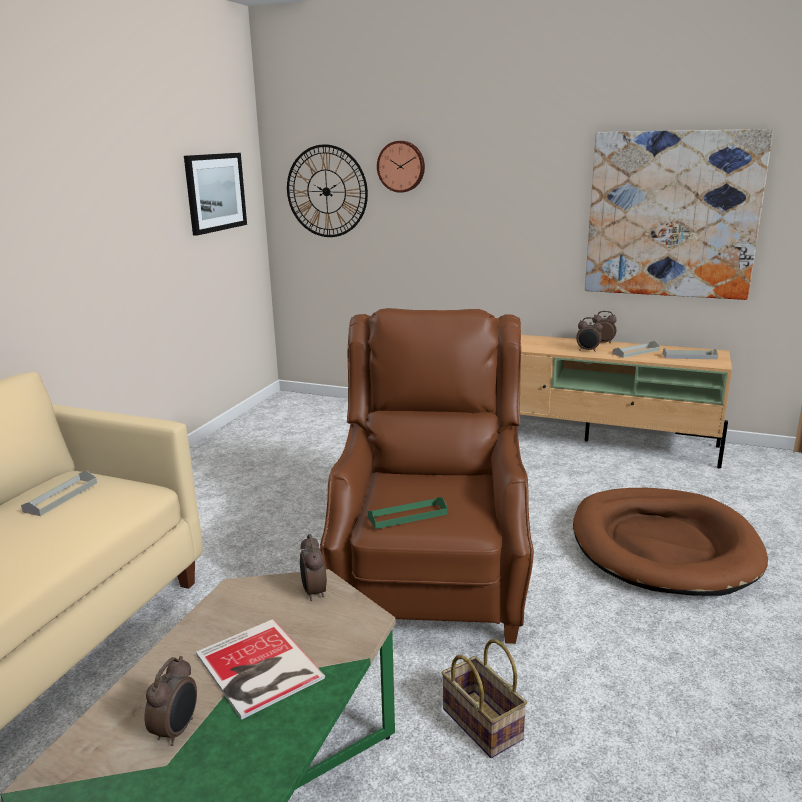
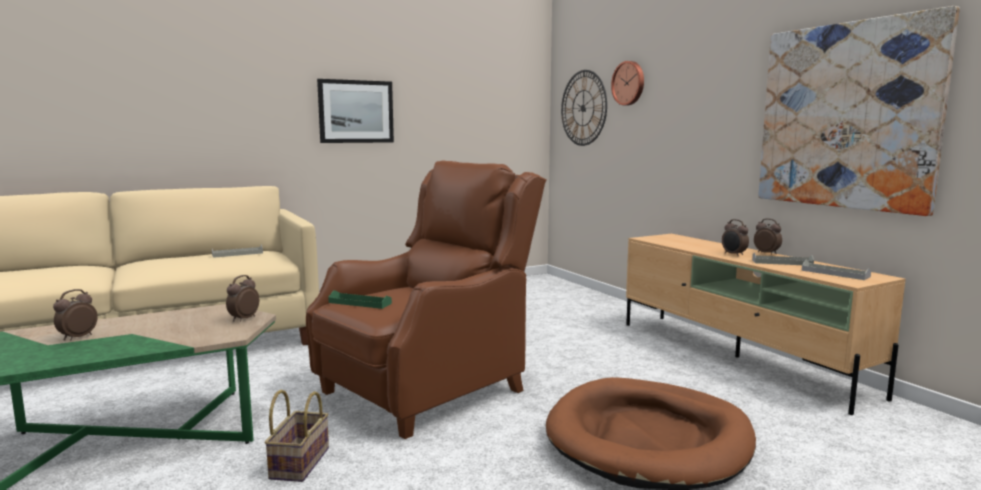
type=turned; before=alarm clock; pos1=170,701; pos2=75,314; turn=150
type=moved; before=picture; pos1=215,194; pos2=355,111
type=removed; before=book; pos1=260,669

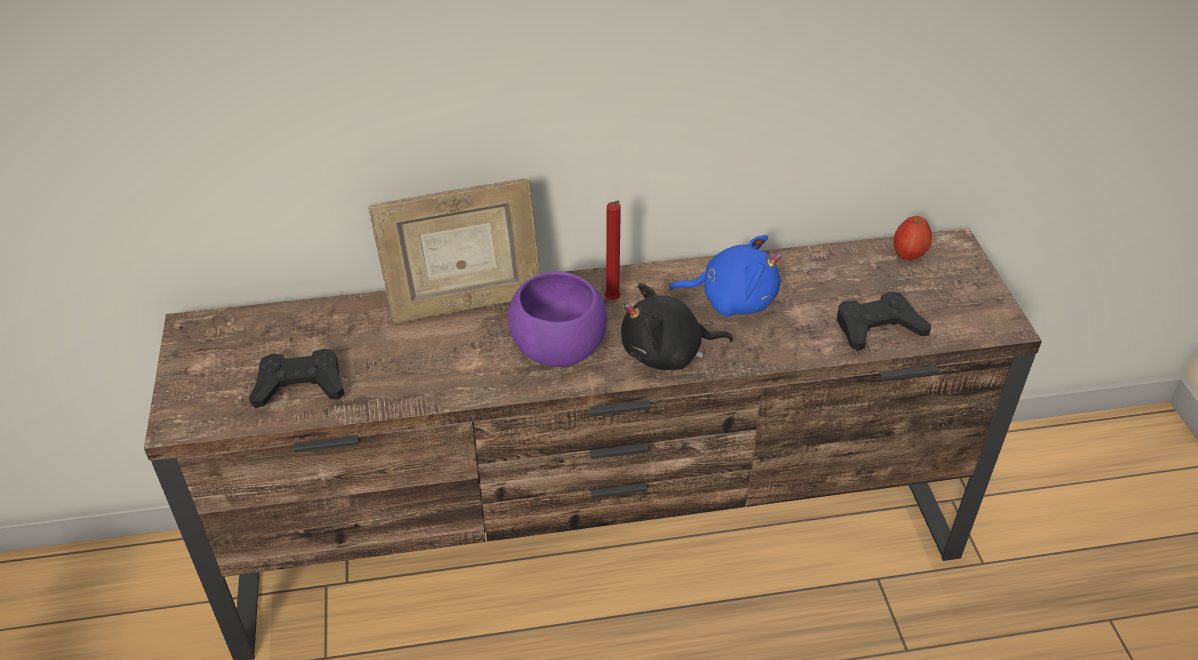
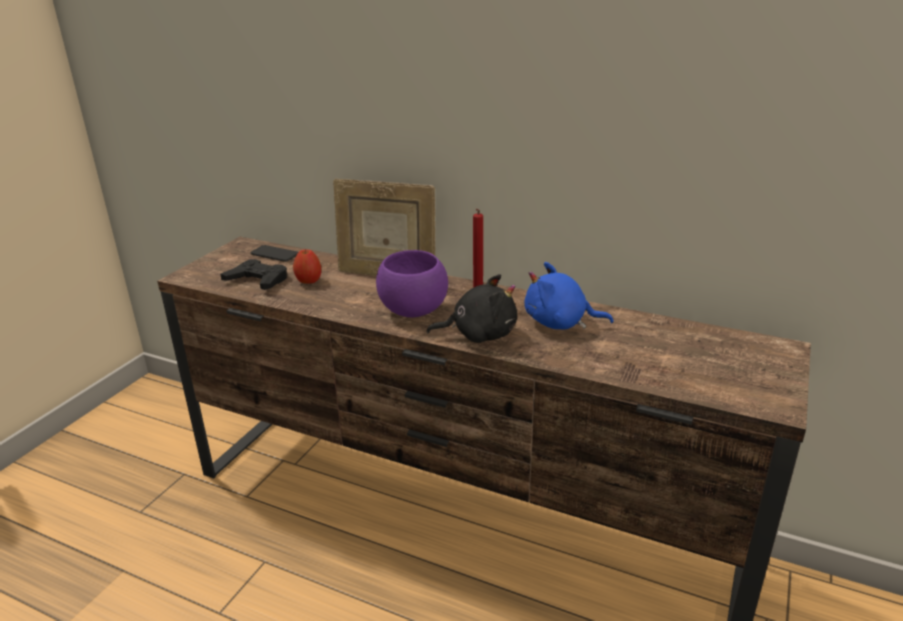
type=added; after=phone; pos2=274,253
type=moved; before=apple; pos1=913,238; pos2=307,266
type=turned; before=black plush toy; pos1=677,326; pos2=472,308; turn=150
type=turned; before=blue plush toy; pos1=725,275; pos2=568,295; turn=150
type=removed; before=black game controller; pos1=884,321

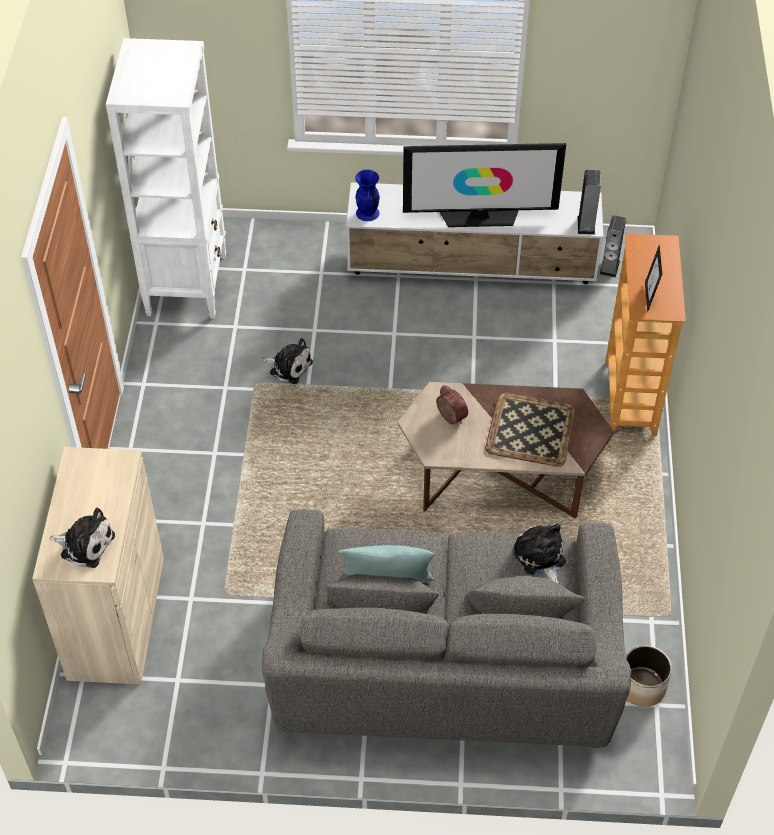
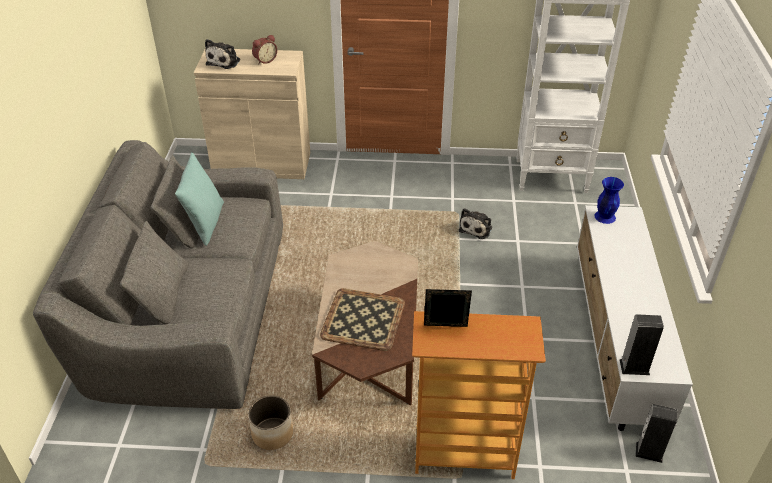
type=moved; before=planter; pos1=649,676; pos2=270,422
type=moved; before=alarm clock; pos1=452,405; pos2=264,49
type=removed; before=television; pos1=484,185
type=removed; before=plush toy; pos1=540,554

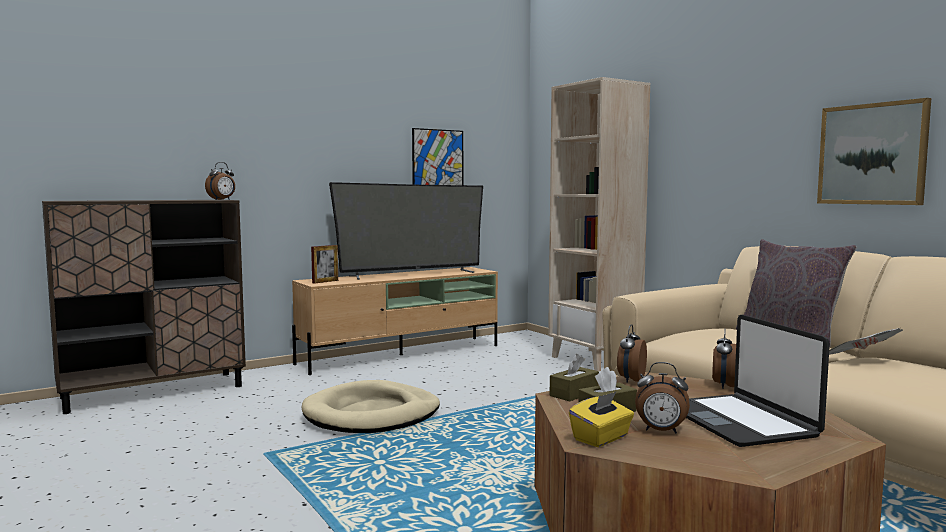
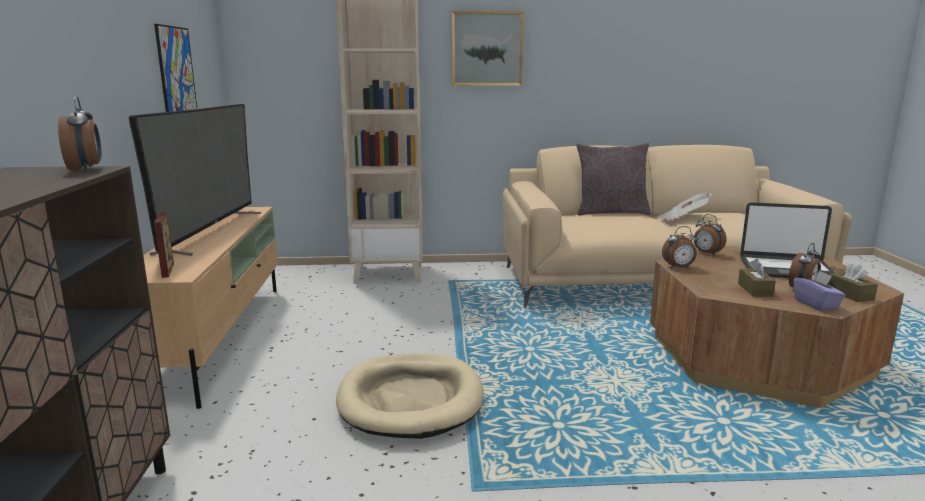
type=moved; before=picture; pos1=874,151; pos2=487,48
type=turned; before=alarm clock; pos1=632,353; pos2=680,247; turn=-60
type=recoloured; before=yellow tissue box; after=purple tissue box; pos1=601,419; pos2=819,291
type=moved; before=brown tissue box; pos1=574,377; pos2=852,282

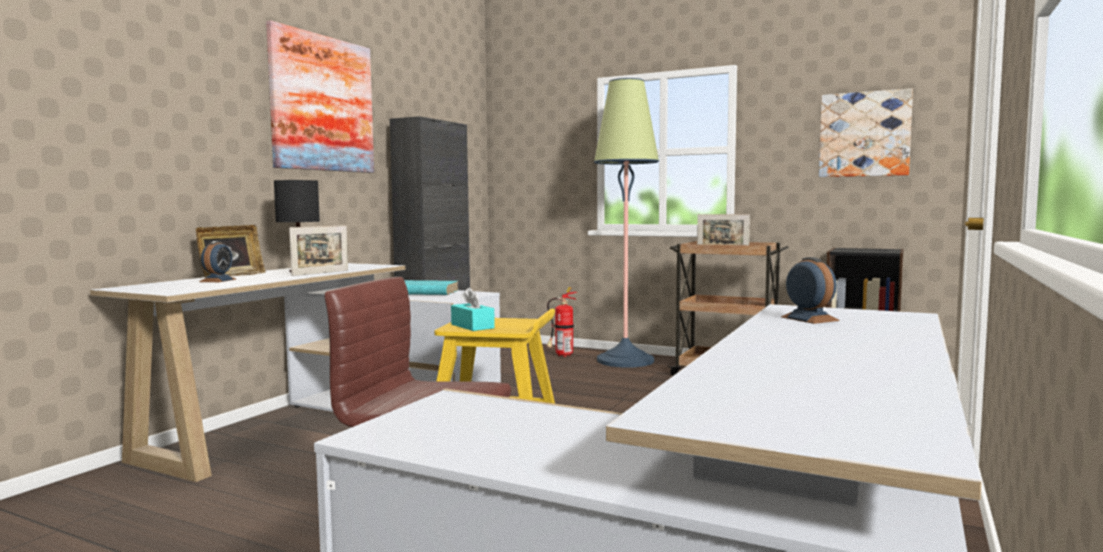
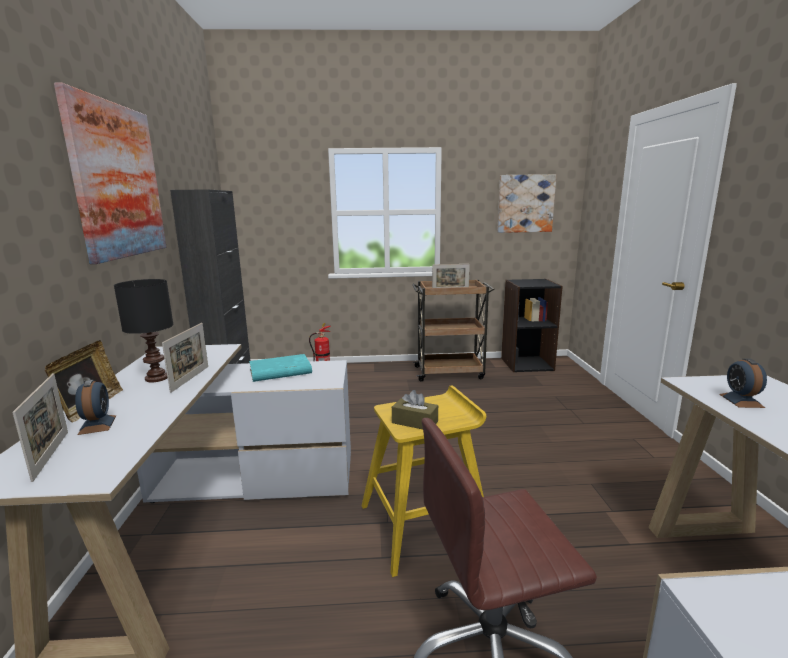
type=added; after=picture frame; pos2=40,427
type=recoloured; before=turquoise tissue box; after=brown tissue box; pos1=473,309; pos2=415,409
type=turned; before=alarm clock; pos1=810,290; pos2=743,383; turn=-120
type=removed; before=floor lamp; pos1=626,222

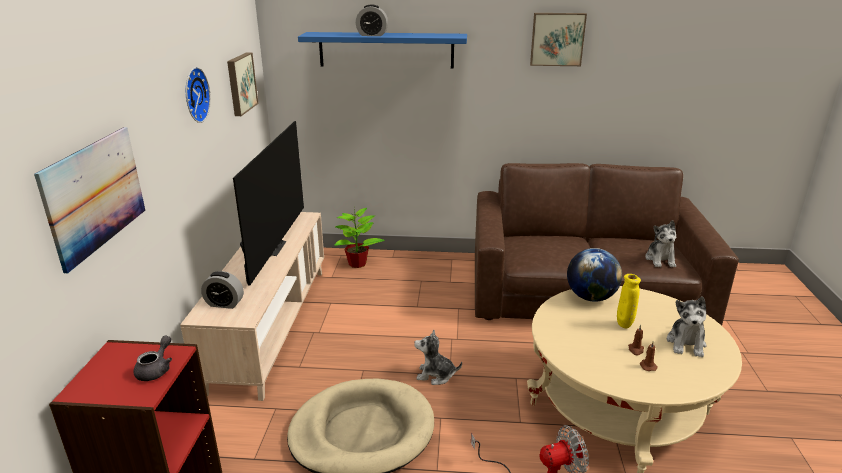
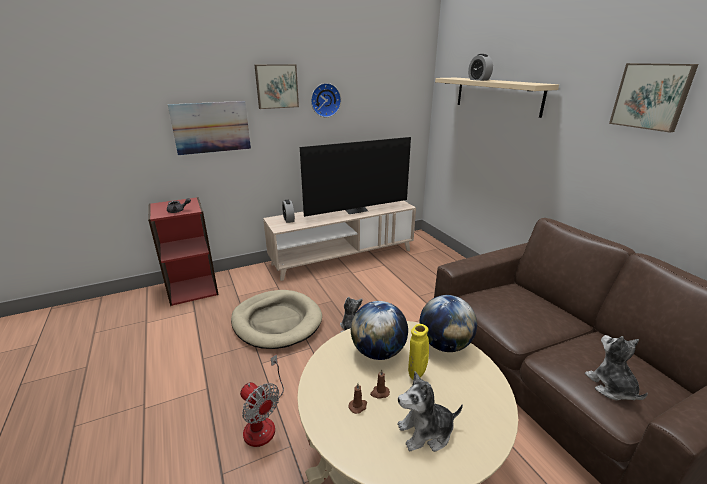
type=moved; before=picture; pos1=243,84; pos2=277,86
type=added; after=globe; pos2=379,330
type=recoloured; before=blue shelf; after=beige shelf; pos1=382,50; pos2=497,98
type=turned; before=plush toy; pos1=660,243; pos2=616,367; turn=105
type=removed; before=potted plant; pos1=359,238

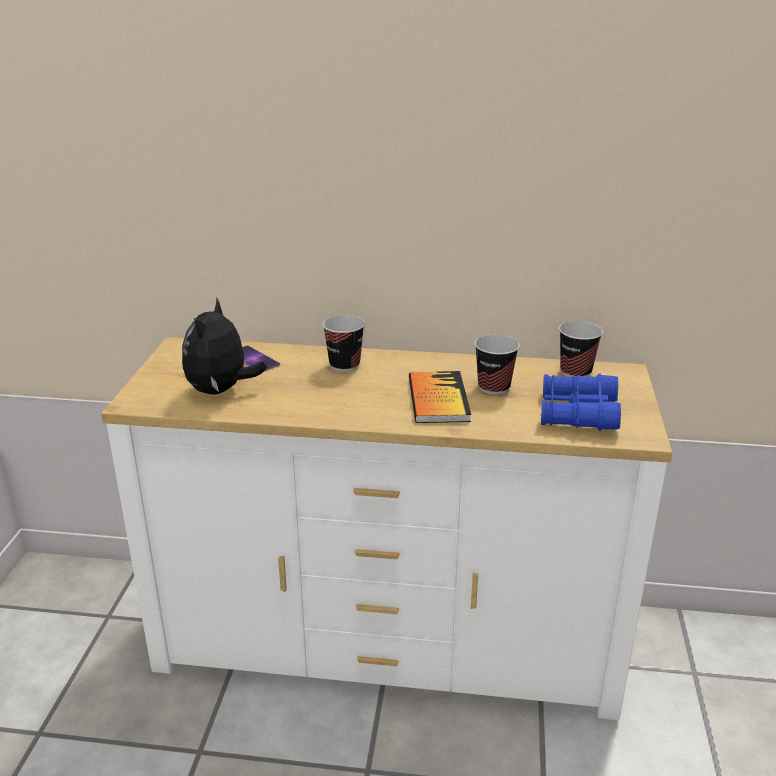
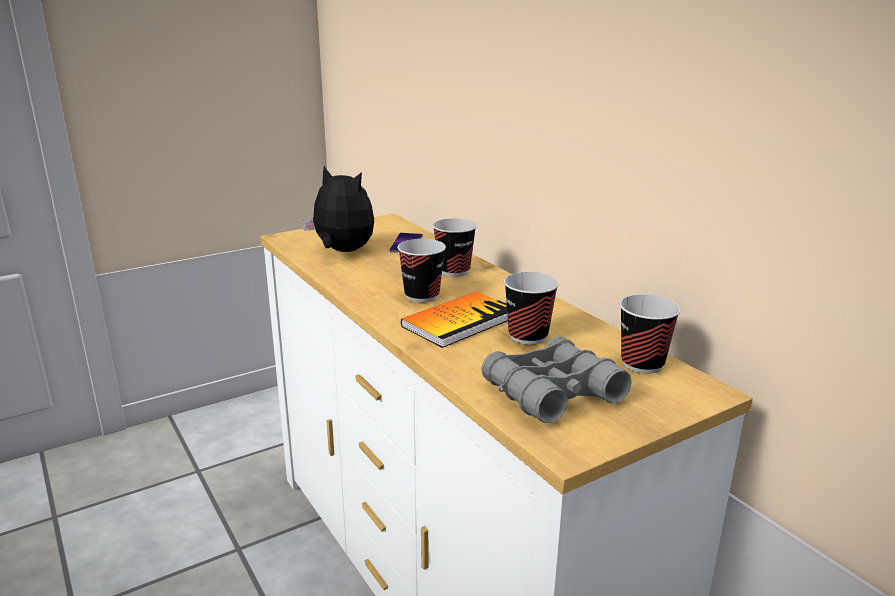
type=turned; before=plush toy; pos1=224,346; pos2=338,209; turn=60
type=added; after=cup; pos2=422,271
type=recoloured; before=blue binoculars; after=grey binoculars; pos1=581,402; pos2=556,379

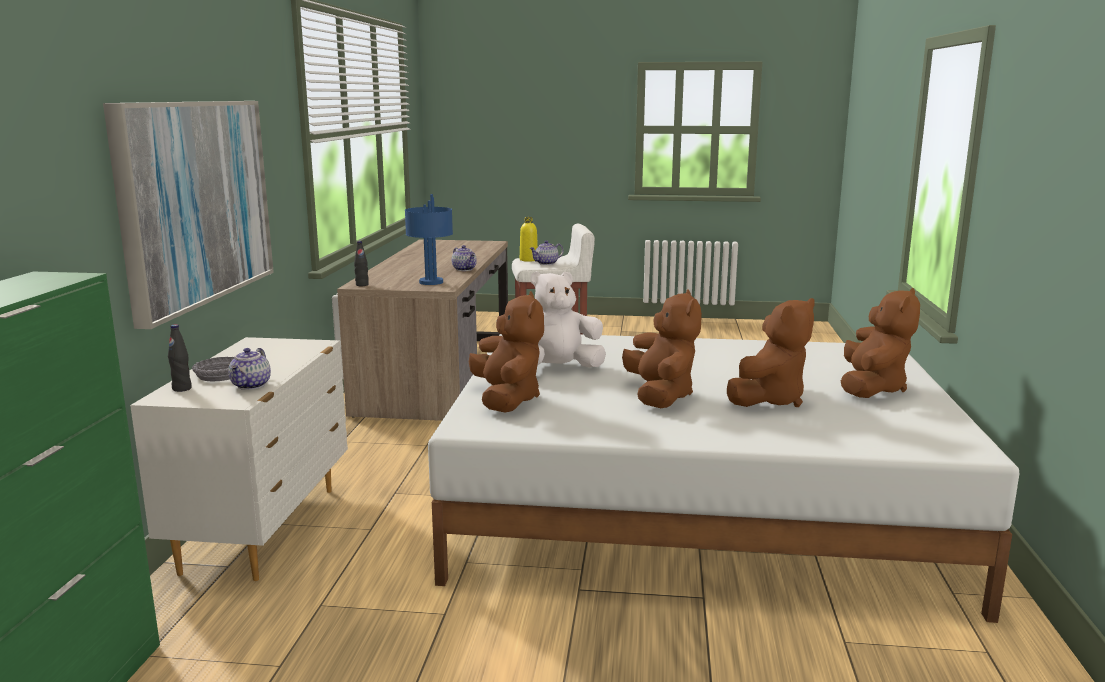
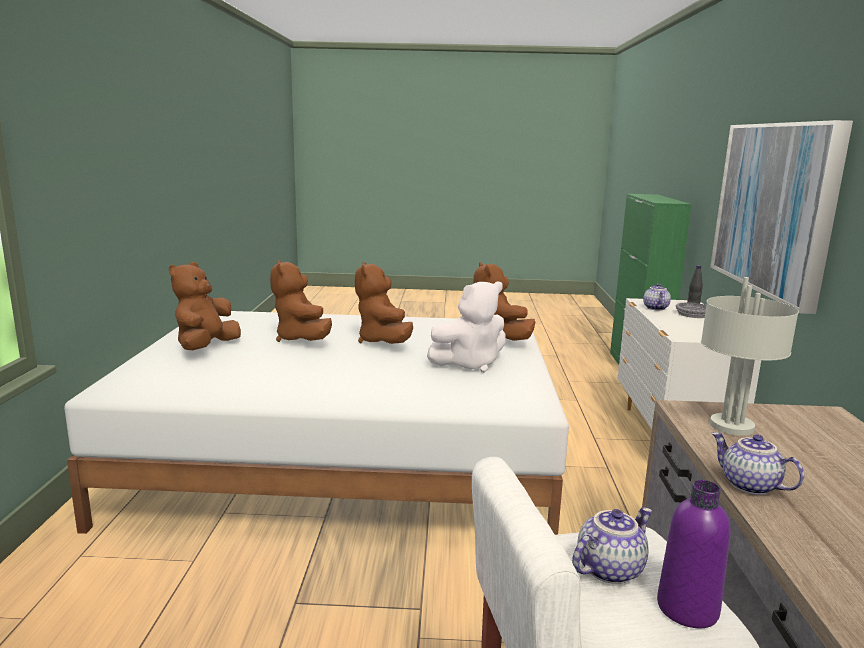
type=turned; before=brown plush toy; pos1=771,352; pos2=301,301; turn=-60
type=recoloured; before=yellow bottle; after=purple bottle; pos1=529,239; pos2=694,554
type=recoloured; before=blue table lamp; after=grey table lamp; pos1=429,239; pos2=750,356
type=removed; before=black bottle; pos1=361,263

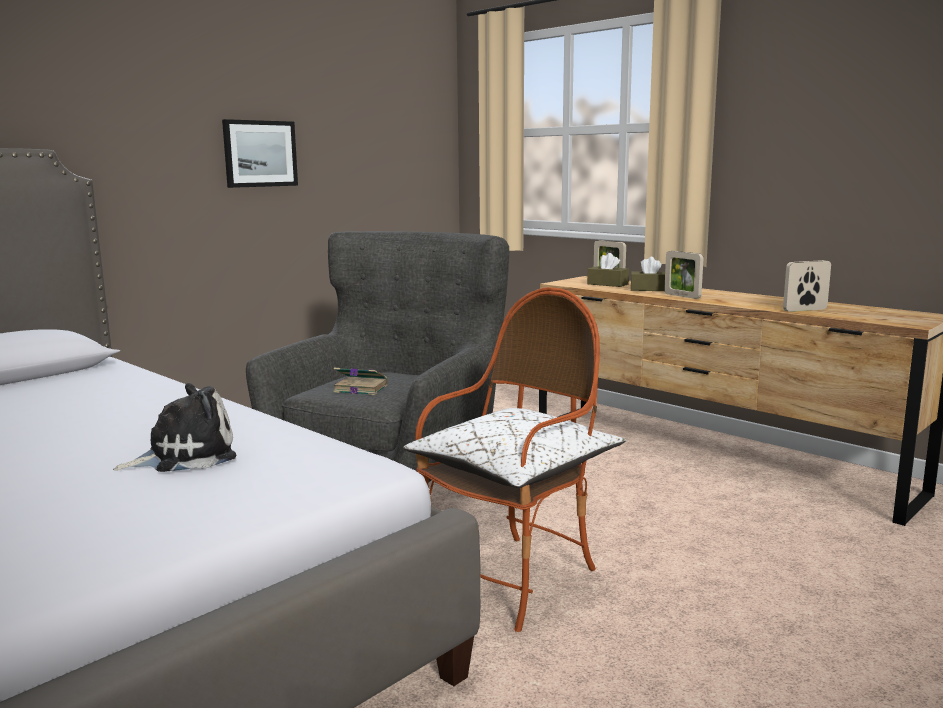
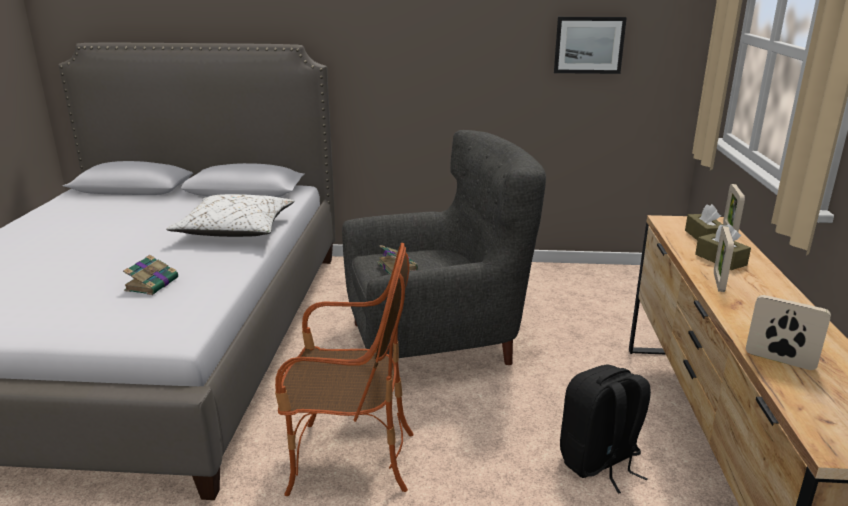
type=replaced; before=plush toy; after=book; pos1=174,427; pos2=150,275
type=moved; before=white pillow; pos1=514,448; pos2=230,215
type=moved; before=picture; pos1=260,153; pos2=590,45
type=added; after=black backpack; pos2=605,429

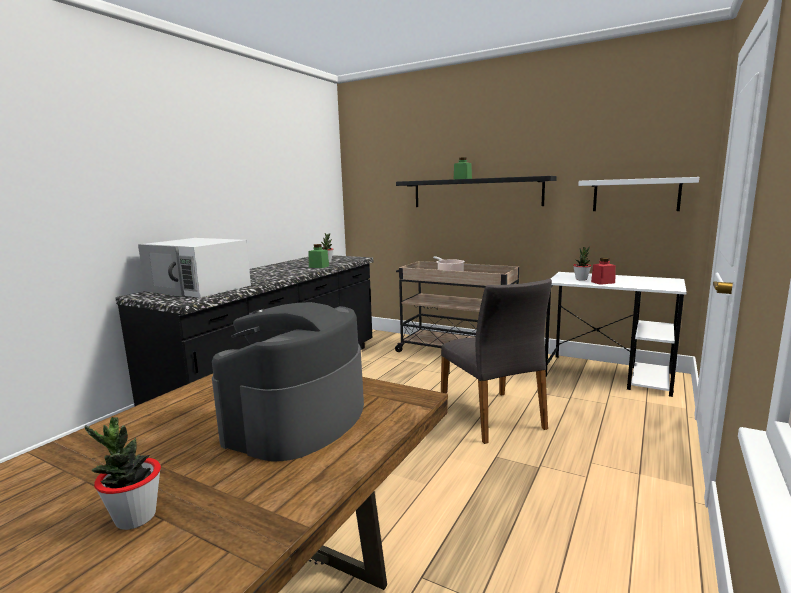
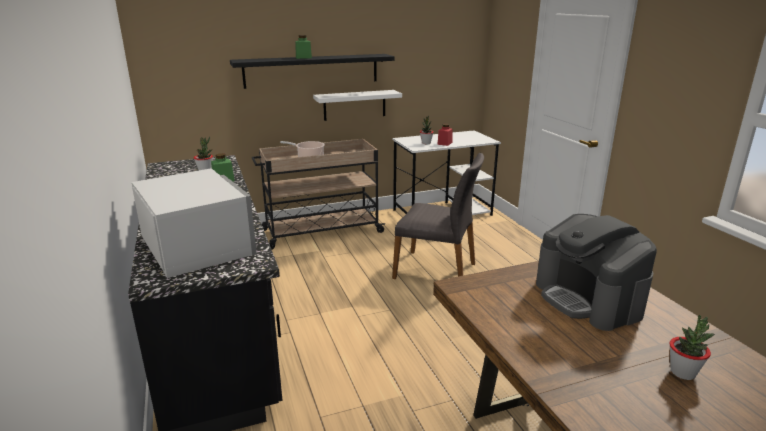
type=turned; before=white microwave; pos1=194,268; pos2=194,223; turn=-105
type=moved; before=white shelf; pos1=638,194; pos2=357,105

